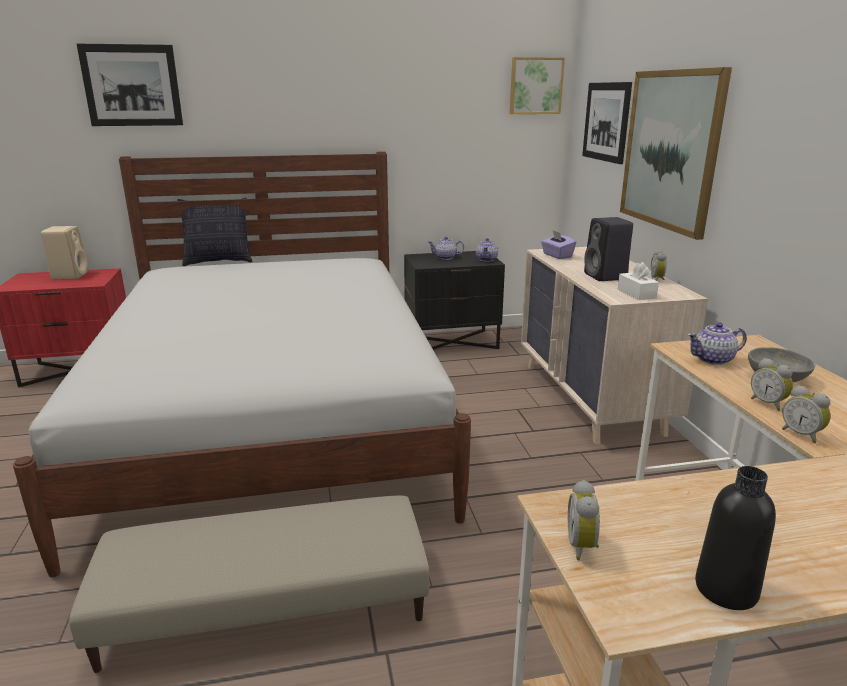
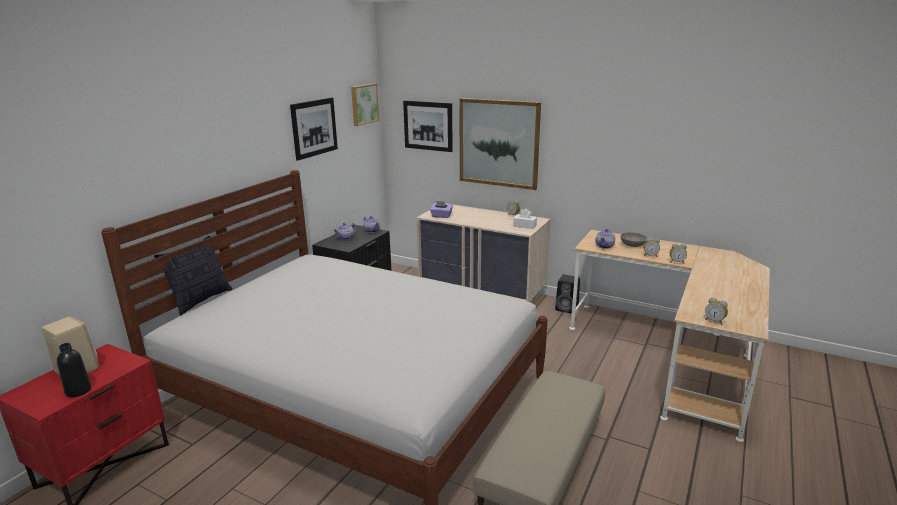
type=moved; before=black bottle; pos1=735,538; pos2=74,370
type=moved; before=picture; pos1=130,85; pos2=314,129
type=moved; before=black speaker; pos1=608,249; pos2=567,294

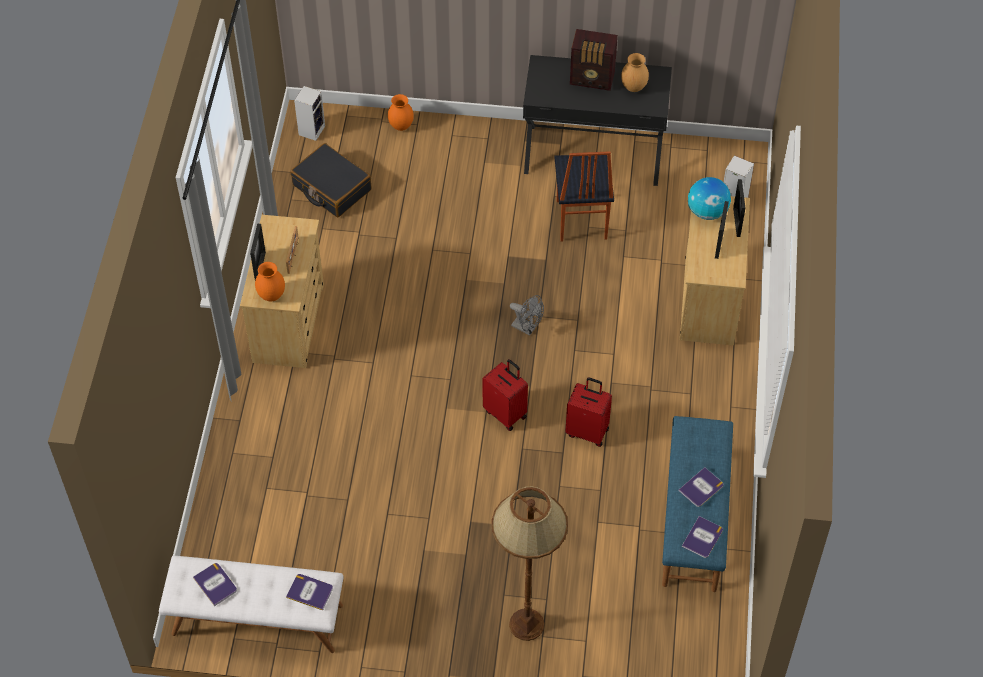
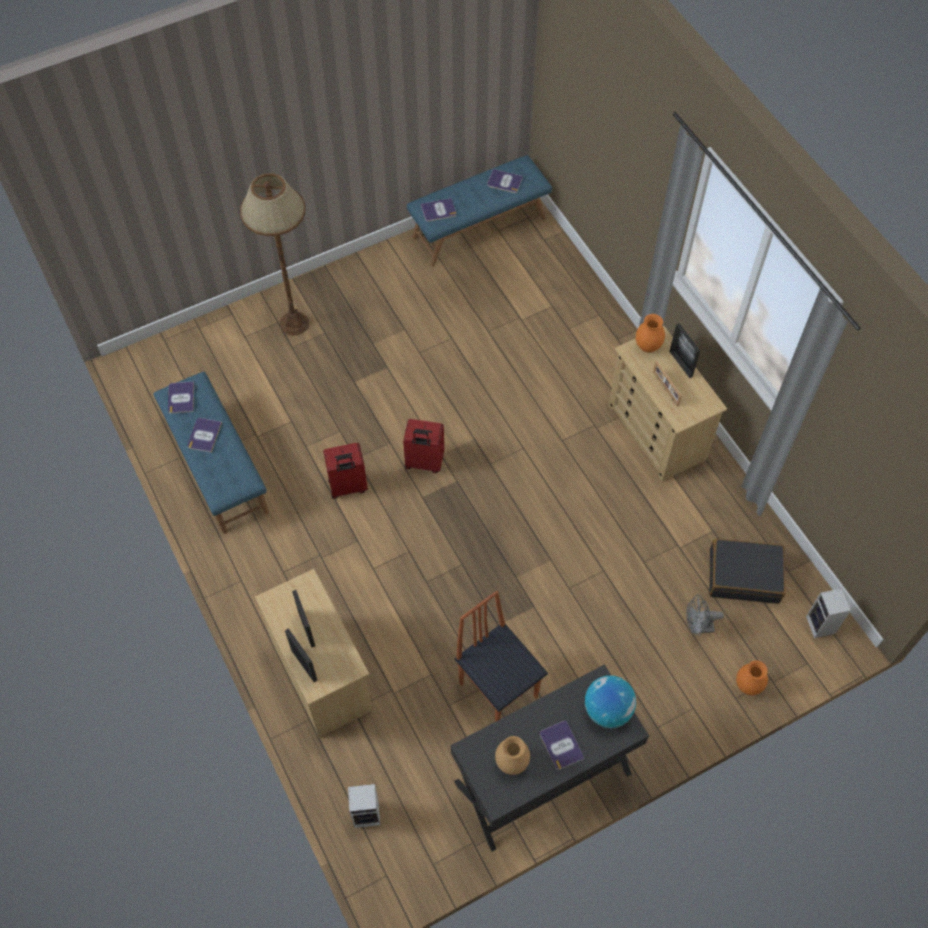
type=recoloured; before=white bench; after=blue bench; pos1=251,604; pos2=479,211
type=replaced; before=radio; after=book; pos1=594,60; pos2=562,745
type=moved; before=globe; pos1=709,198; pos2=610,701
type=moved; before=grey fan; pos1=527,315; pos2=705,615

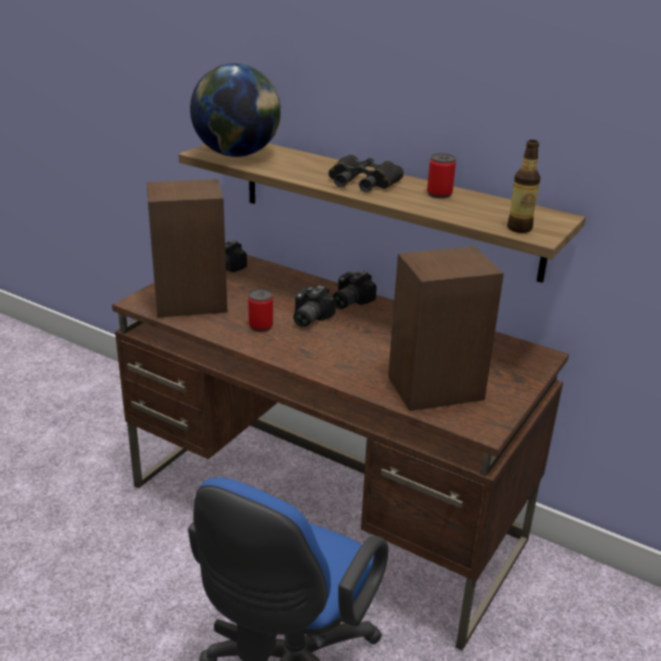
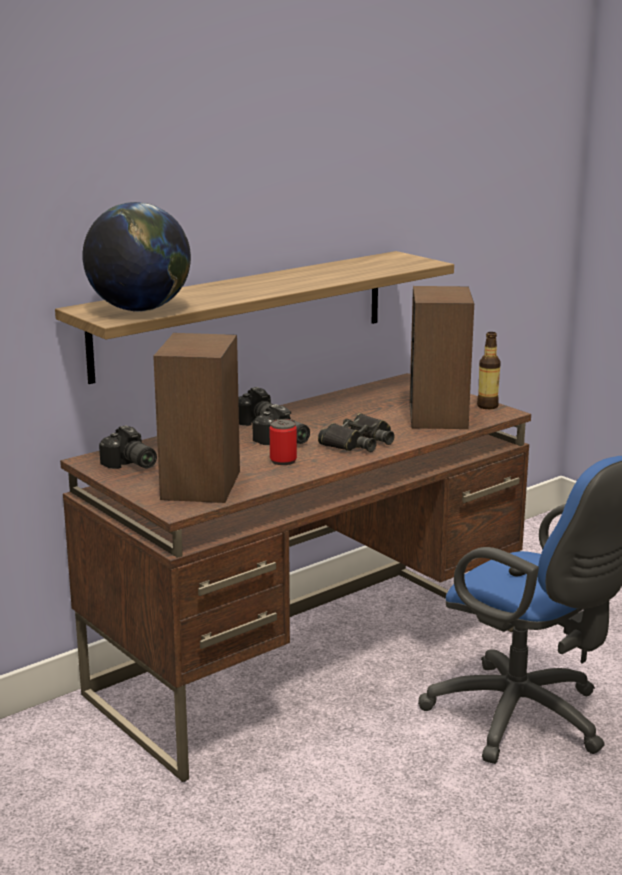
type=moved; before=black binoculars; pos1=366,173; pos2=356,432
type=moved; before=bottle; pos1=524,186; pos2=489,370
type=removed; before=can; pos1=441,175

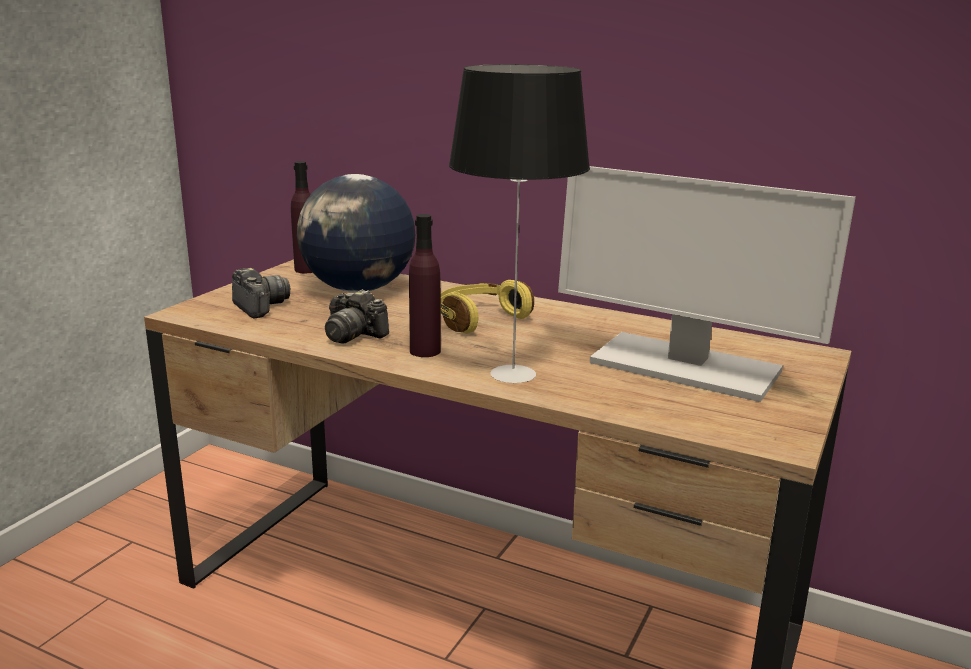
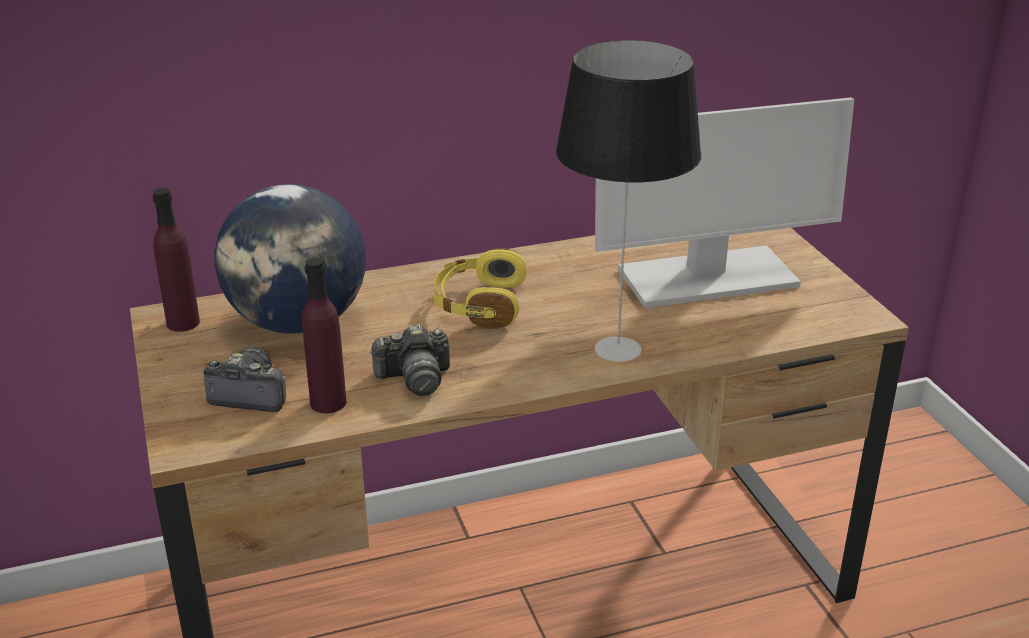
type=moved; before=purple bottle; pos1=425,285; pos2=324,335

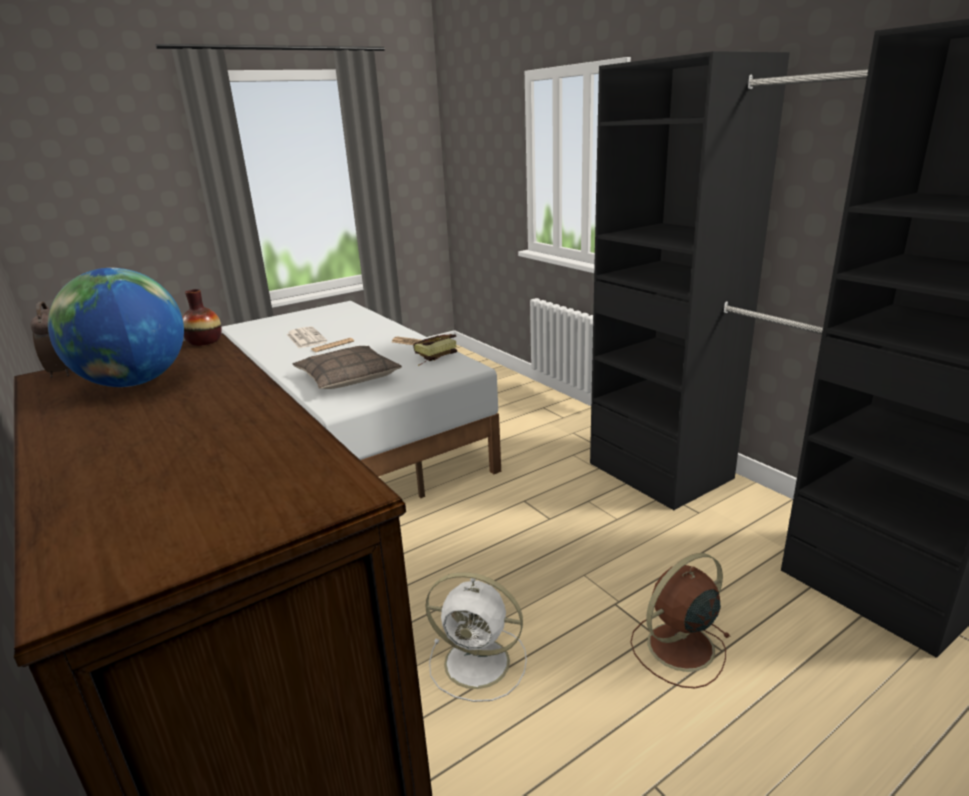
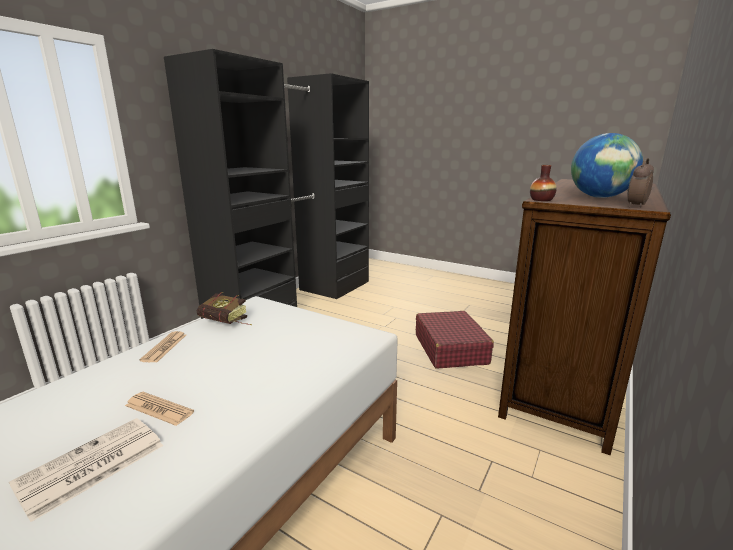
type=replaced; before=white fan; after=red suitcase; pos1=476,637; pos2=455,340
type=removed; before=pillow; pos1=347,367
type=removed; before=brown fan; pos1=680,620

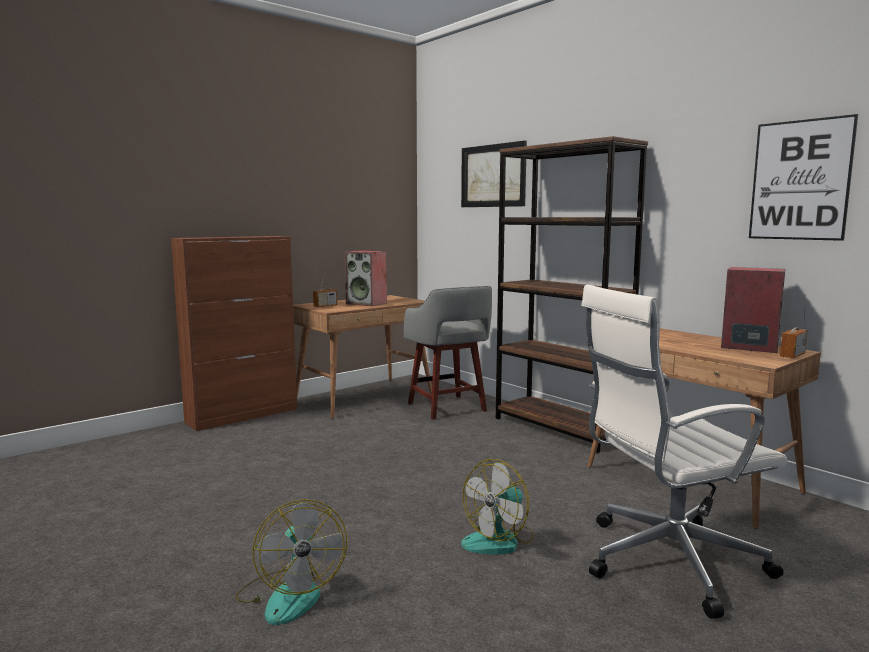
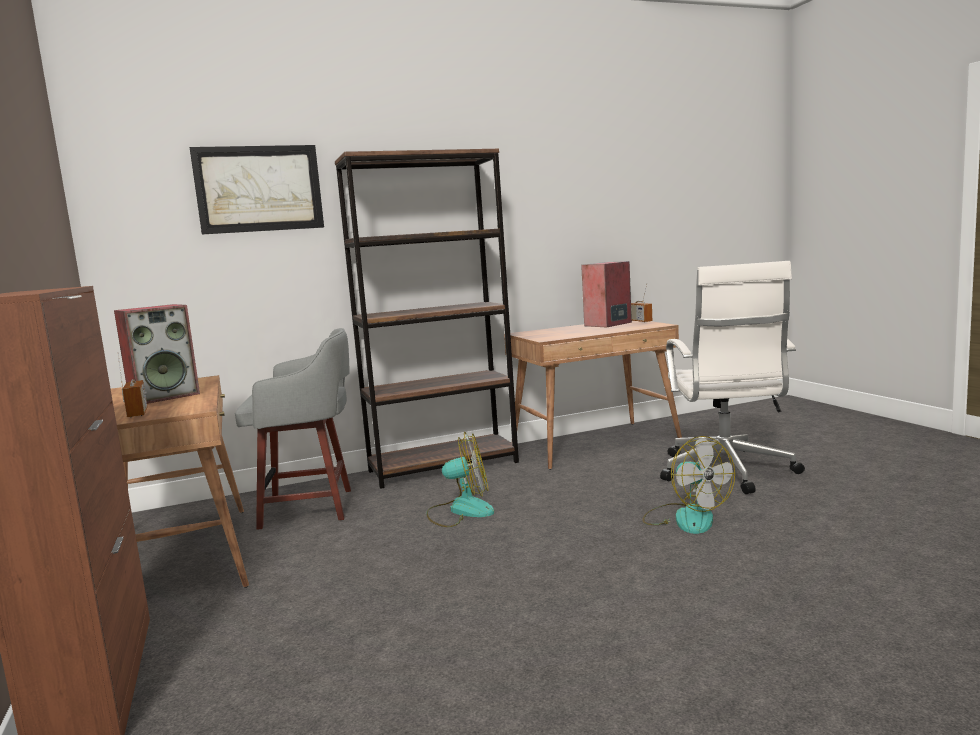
type=moved; before=fan; pos1=291,562; pos2=460,479
type=removed; before=picture; pos1=803,177

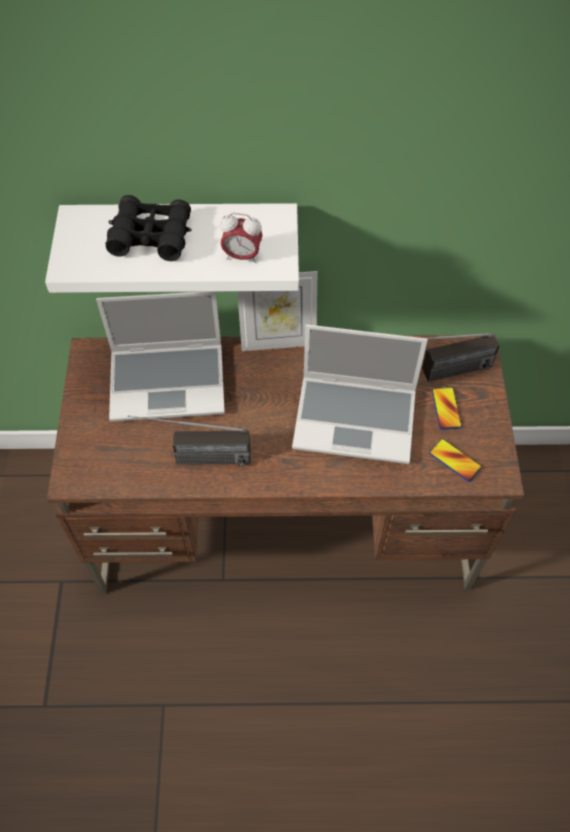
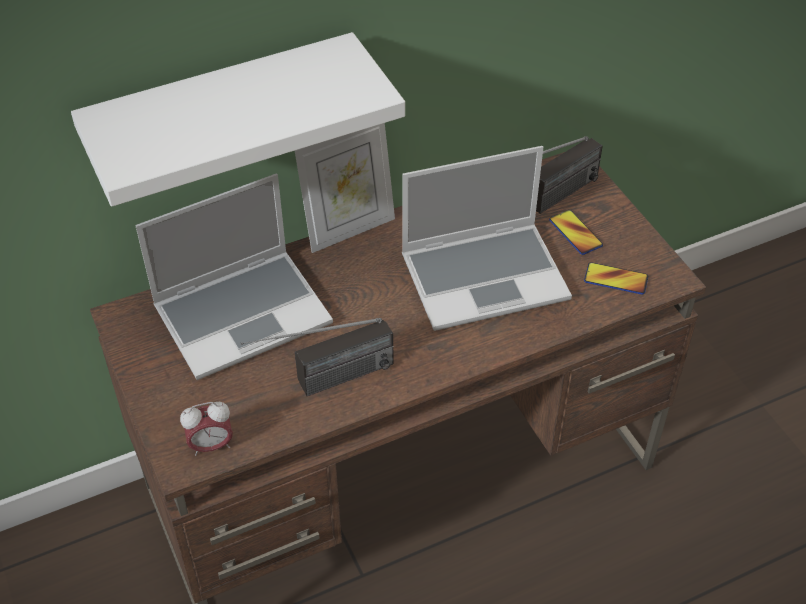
type=moved; before=alarm clock; pos1=241,238; pos2=206,429
type=removed; before=black binoculars; pos1=148,228

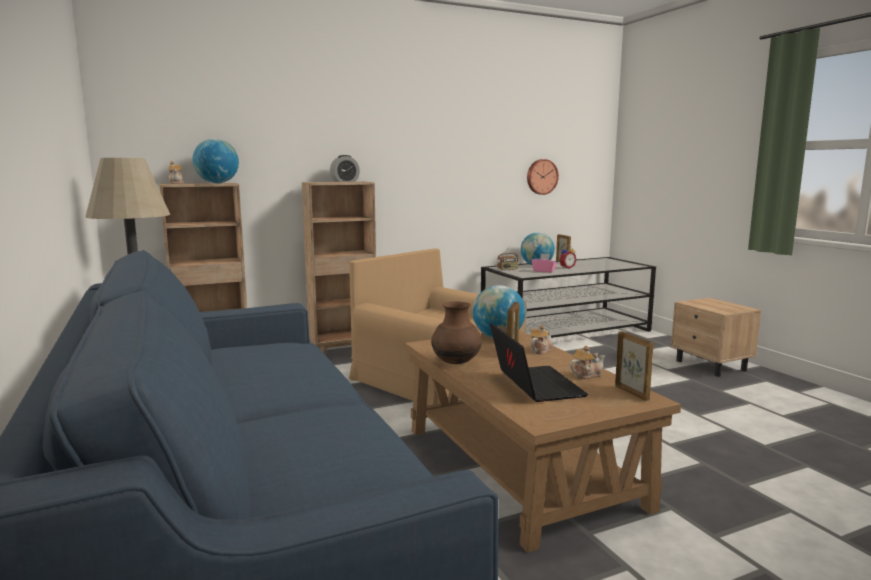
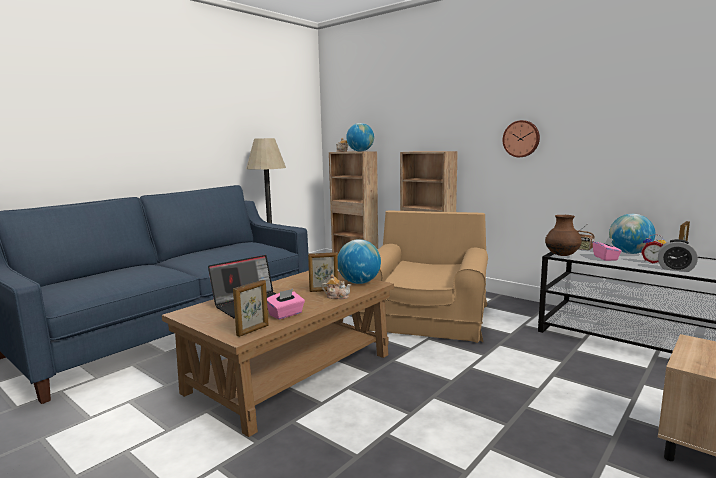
type=replaced; before=teapot; after=pink tissue box; pos1=587,362; pos2=286,304
type=moved; before=wall clock; pos1=543,177; pos2=521,138
type=moved; before=brown vase; pos1=456,332; pos2=563,235
type=moved; before=alarm clock; pos1=345,168; pos2=678,255

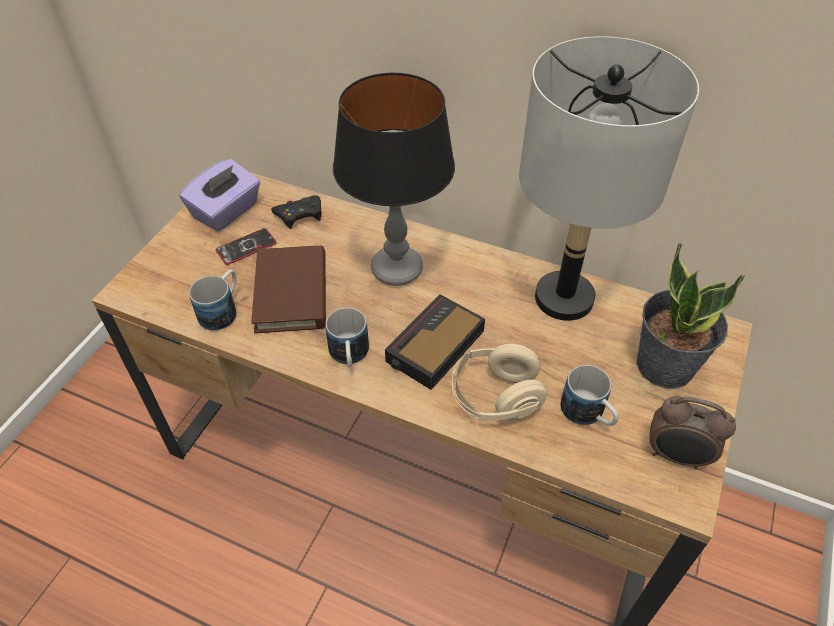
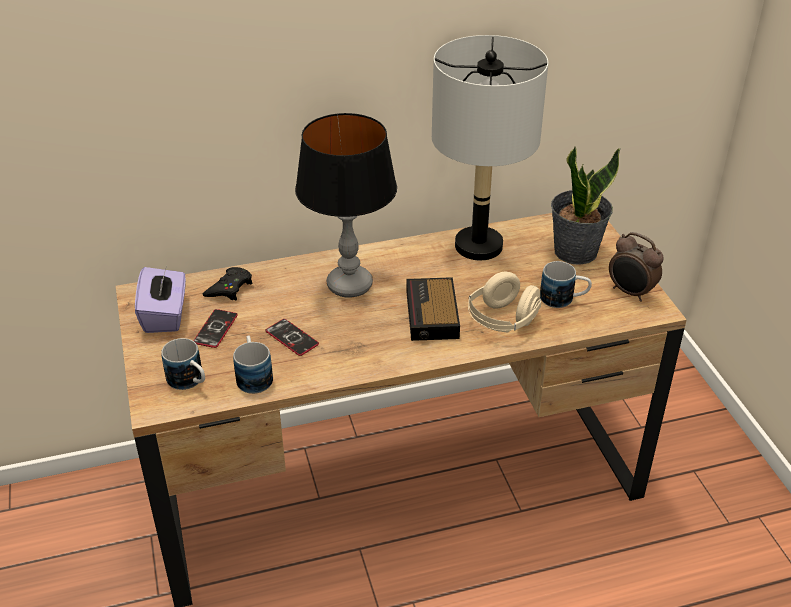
type=moved; before=mug; pos1=347,337; pos2=183,364
type=replaced; before=brown book; after=phone; pos1=288,289; pos2=292,337
type=turned; before=alarm clock; pos1=693,433; pos2=636,267; turn=60

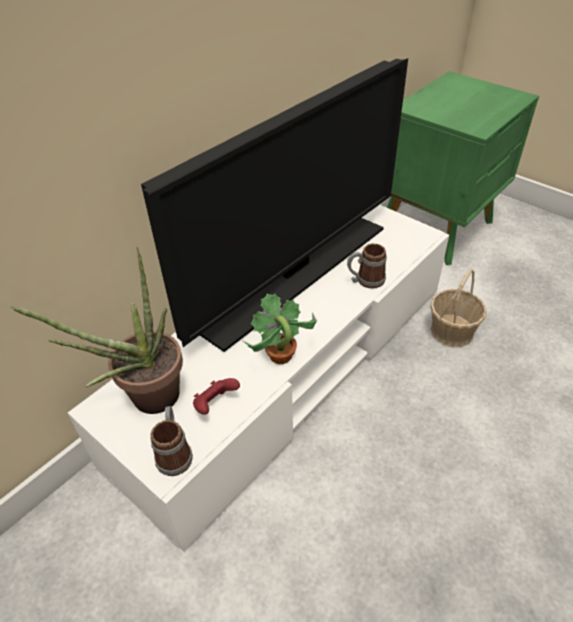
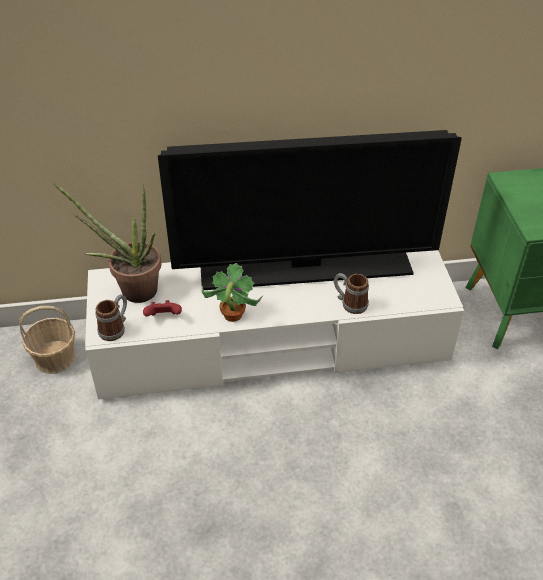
type=moved; before=basket; pos1=458,308; pos2=47,340

